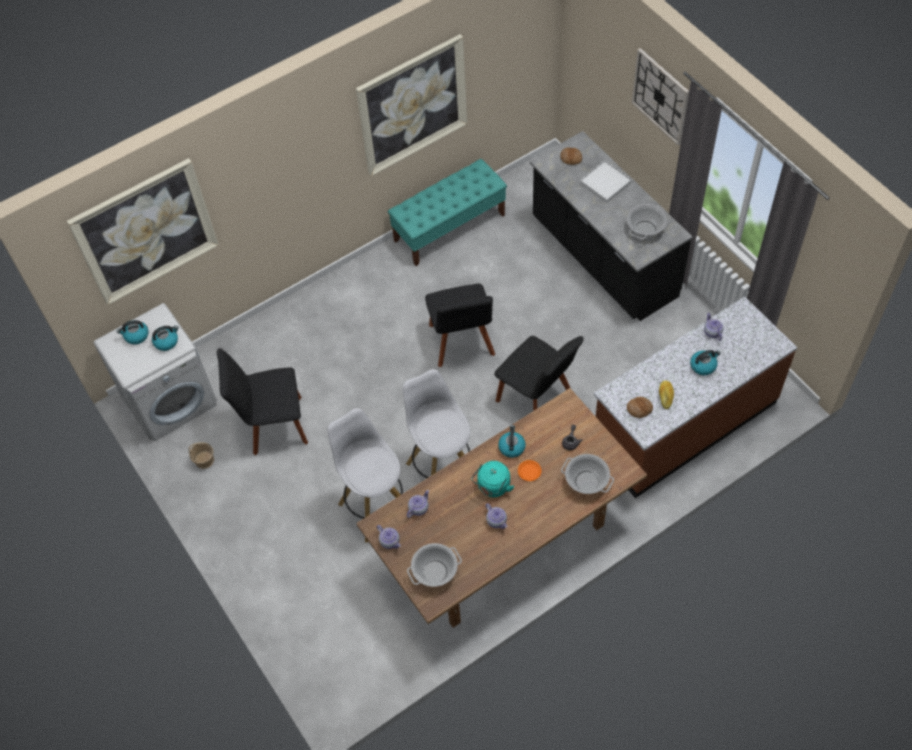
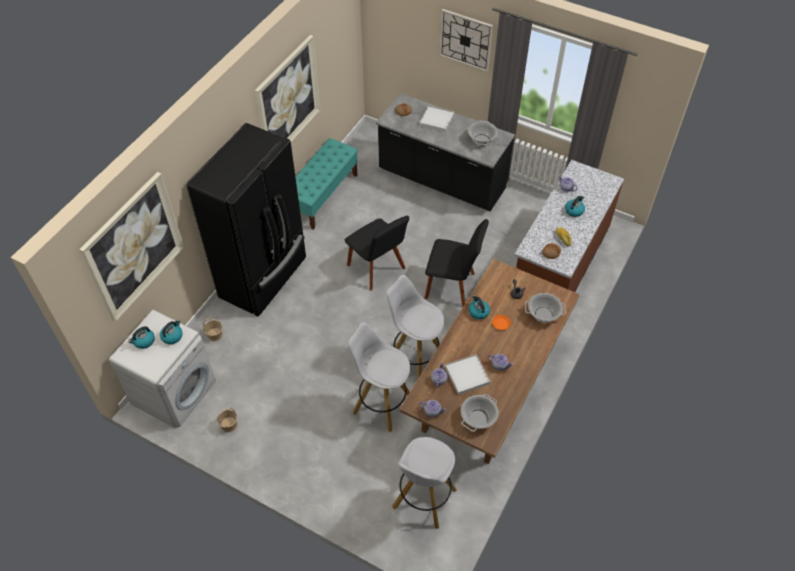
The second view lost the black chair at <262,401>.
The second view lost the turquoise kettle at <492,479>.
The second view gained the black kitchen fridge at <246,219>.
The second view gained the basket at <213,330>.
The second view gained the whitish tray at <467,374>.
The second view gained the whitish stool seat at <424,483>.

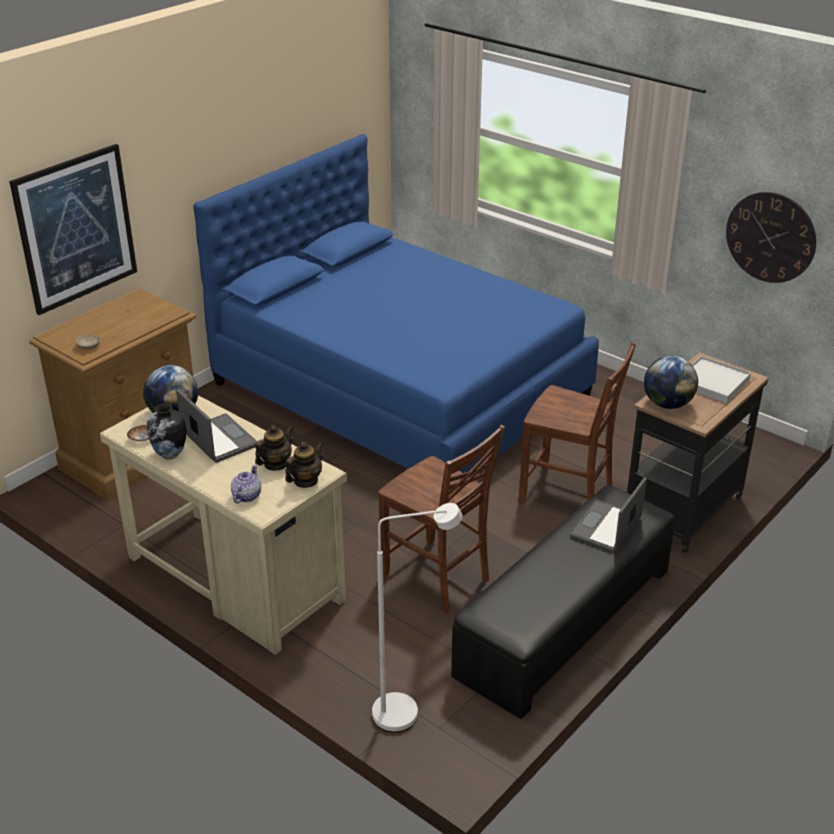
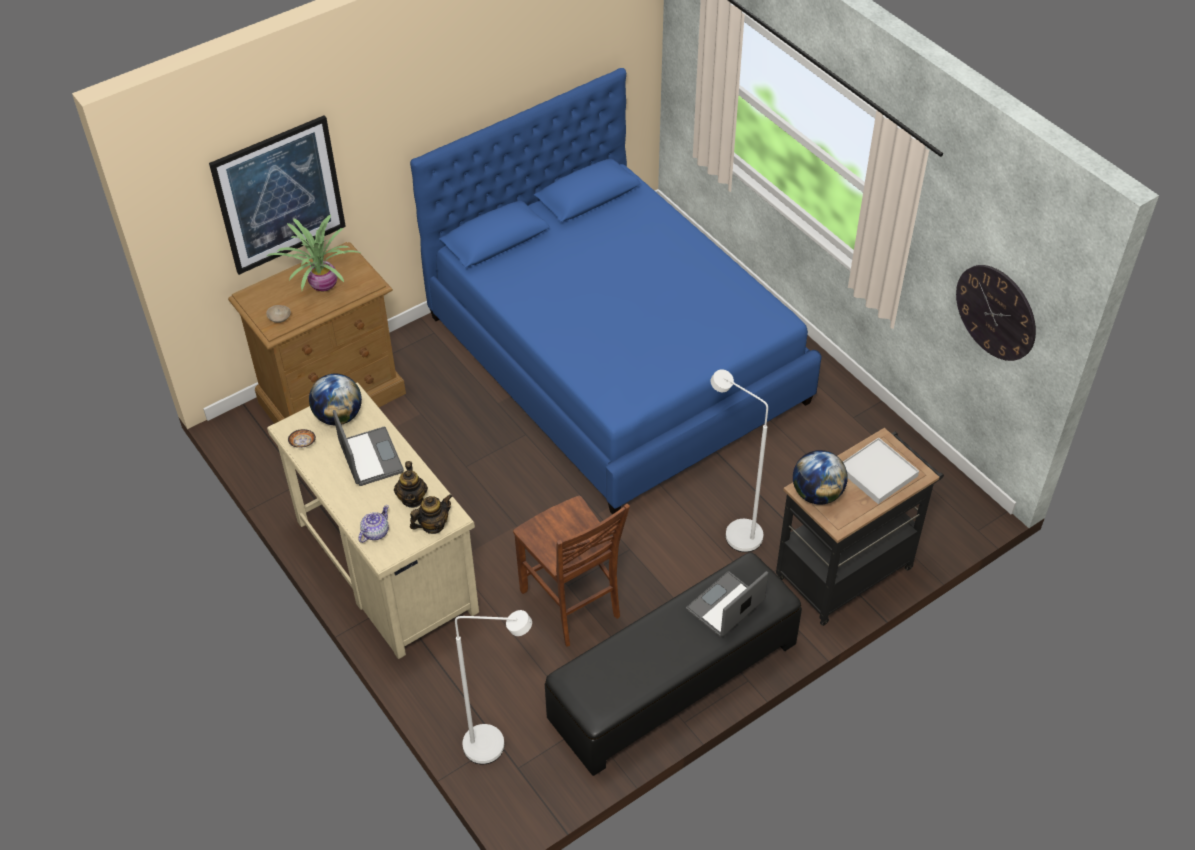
Where the brown chair stood at <577,423>, the whitish standing lamp came to stand at <739,460>.
The second view lost the flower vase at <166,432>.
The pot for tea at <274,448> ended up facing another way, 120 degrees clockwise from before.
The second view gained the houseplant at <313,253>.

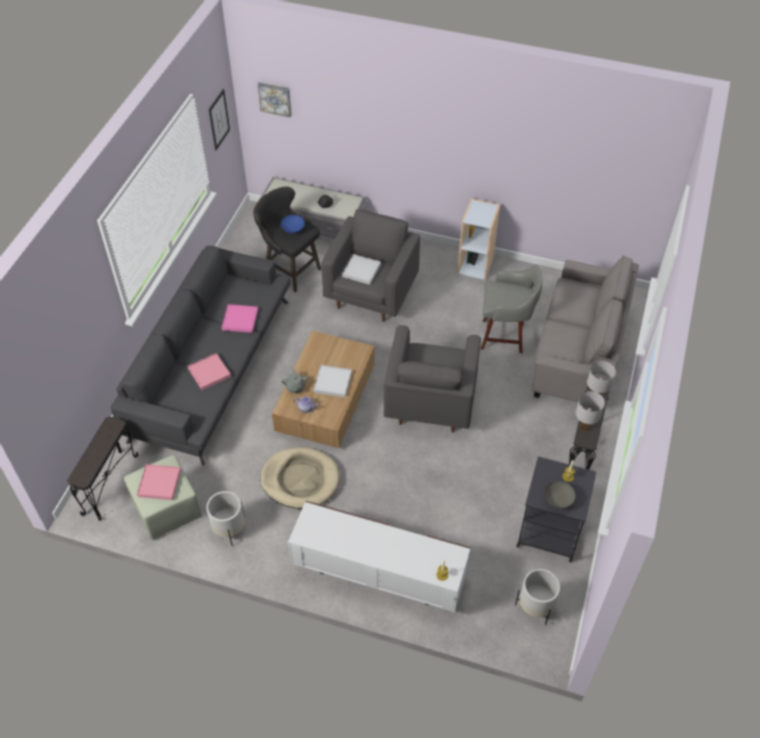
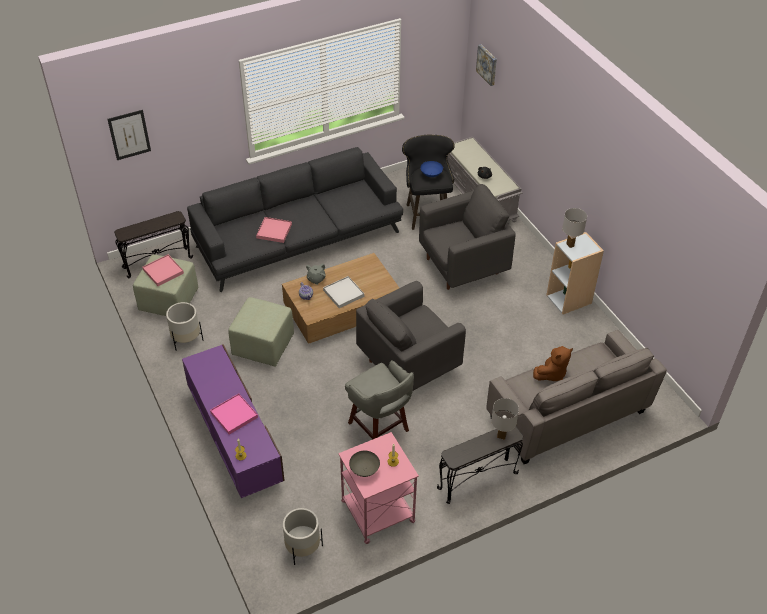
The picture ended up elsewhere, having gone from <219,119> to <129,135>.
The second view lost the whitish tray at <361,269>.
The gray stool seat ended up elsewhere, having gone from <512,308> to <379,399>.
The pinkish tray ended up elsewhere, having gone from <240,318> to <234,414>.
The whitish table lamp ended up elsewhere, having gone from <590,411> to <574,228>.
Where the beige dog cushion stood at <299,478>, the green-coloured ottoman came to stand at <261,332>.
What was the black cart at <556,509> turned into the pinkish cart at <378,488>.
What was the whitish tv unit at <379,556> turned into the purple tv unit at <233,421>.
The second view gained the brown plush toy at <553,363>.

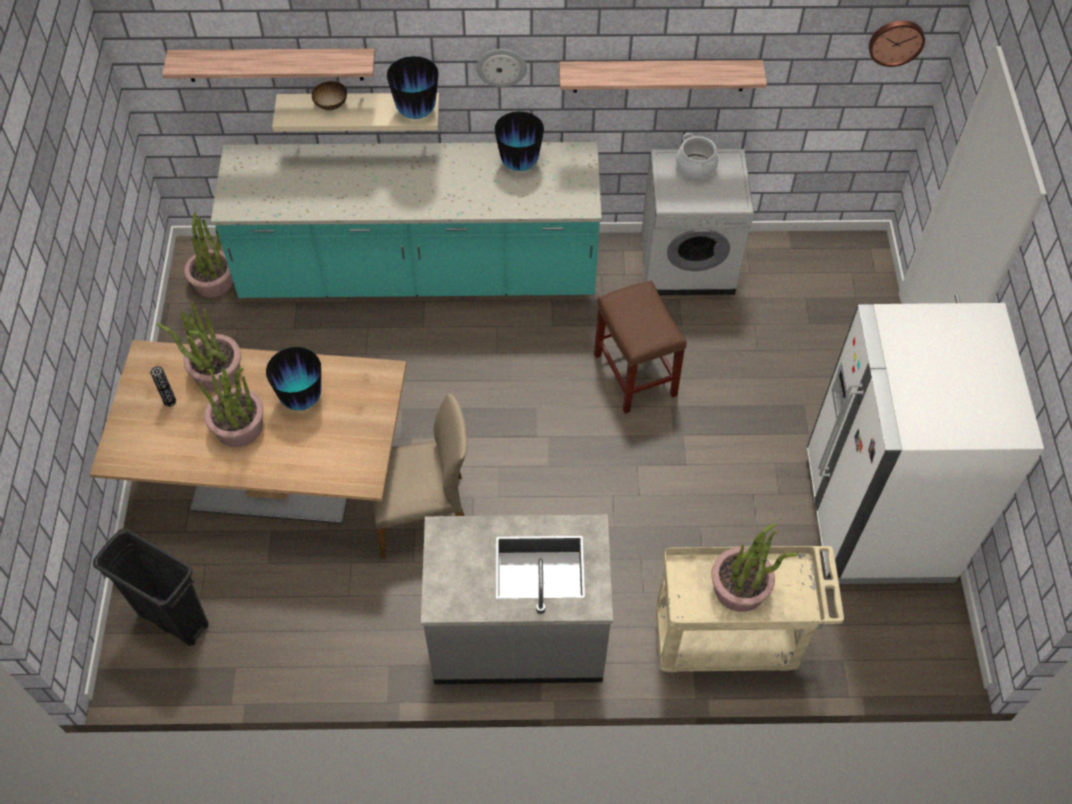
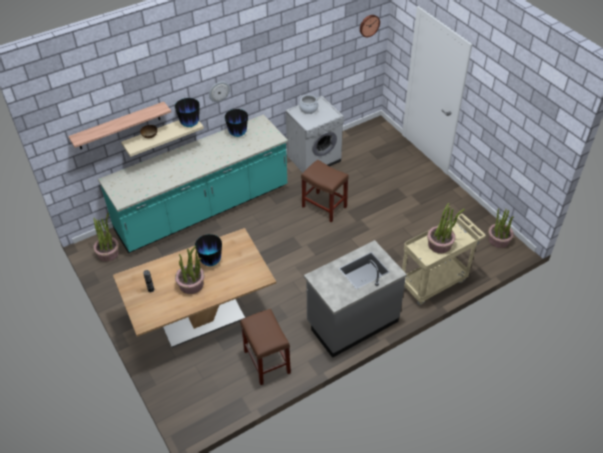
The second view lost the bracket shelf at <663,76>.
The houseplant ended up elsewhere, having gone from <199,347> to <501,228>.
The second view lost the whitish kitchen fridge at <925,443>.
The second view lost the beige chair at <419,476>.
The second view lost the black rubbish bin at <151,587>.
The second view gained the brown stool seat at <265,347>.

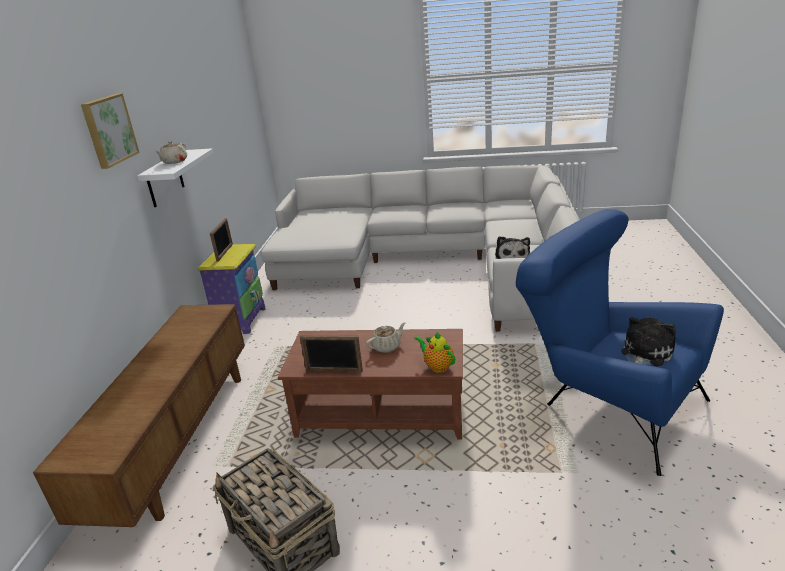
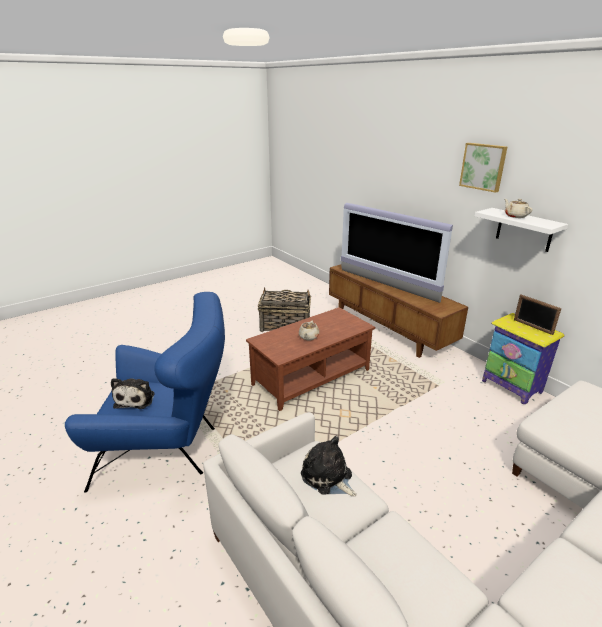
The second view lost the pot for tea at <434,352>.
The second view lost the picture frame at <331,353>.
The second view gained the TV at <397,253>.

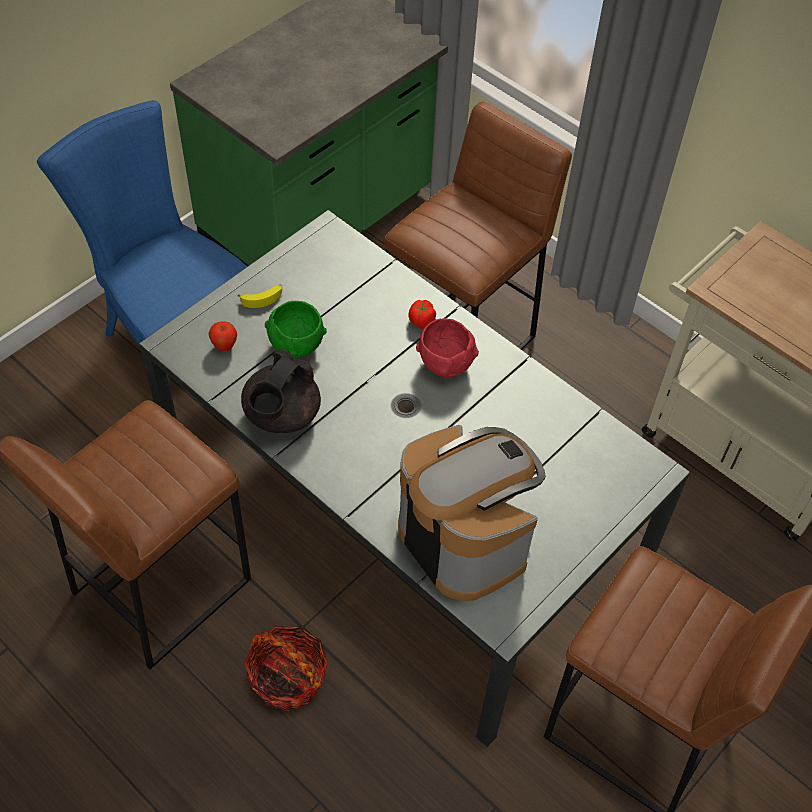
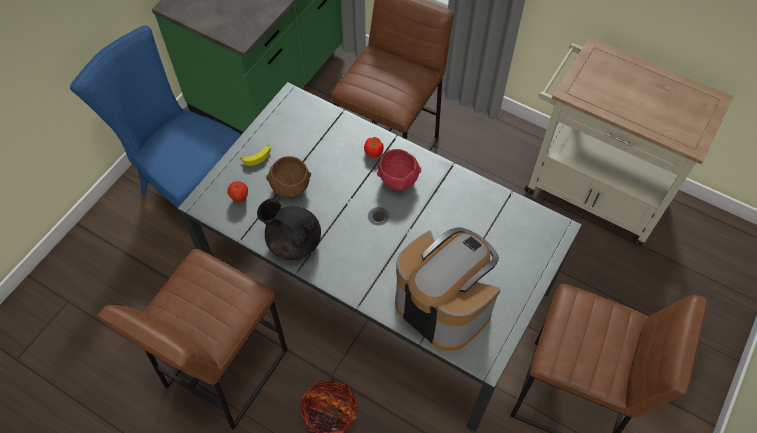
What was the green-coloured serving bowl at <296,329> turned into the brown serving bowl at <288,176>.
The black pot for tea at <281,391> ended up facing another way, 105 degrees clockwise from before.

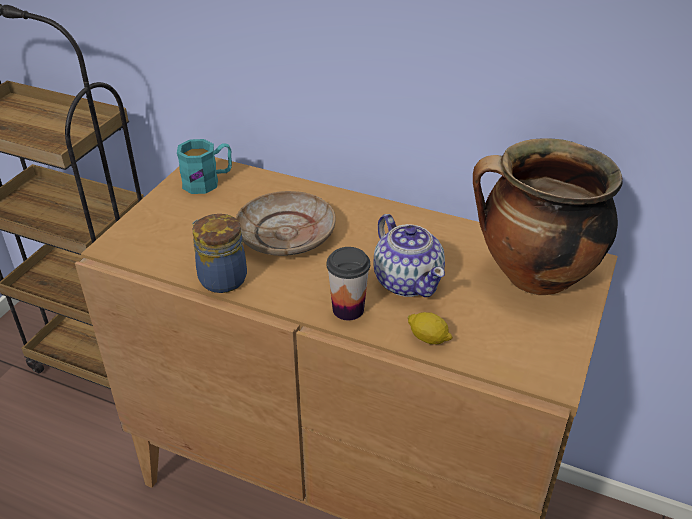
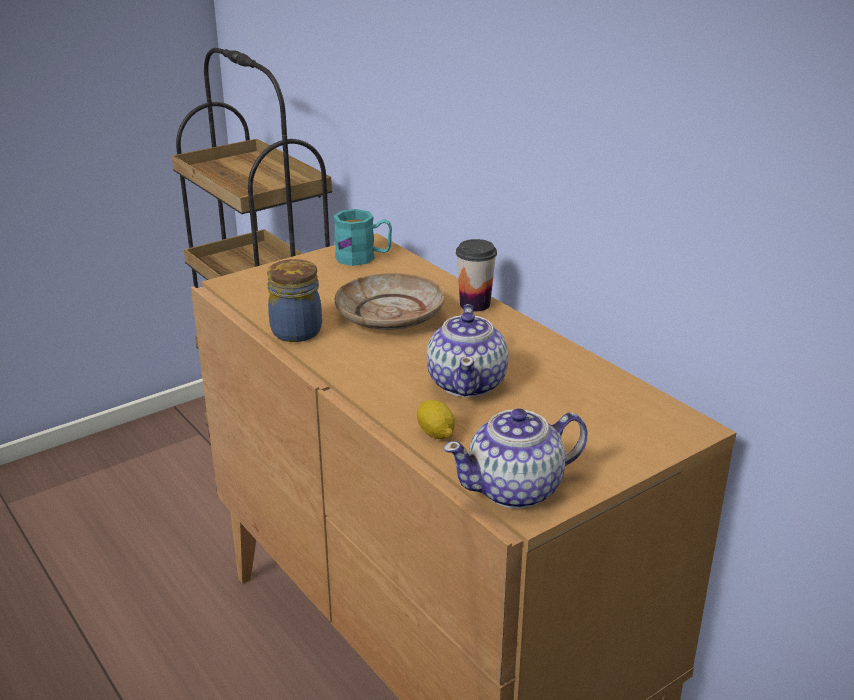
The second view lost the stockpot at <547,216>.
The cup ended up elsewhere, having gone from <348,283> to <476,275>.
The second view gained the pot for tea at <515,458>.

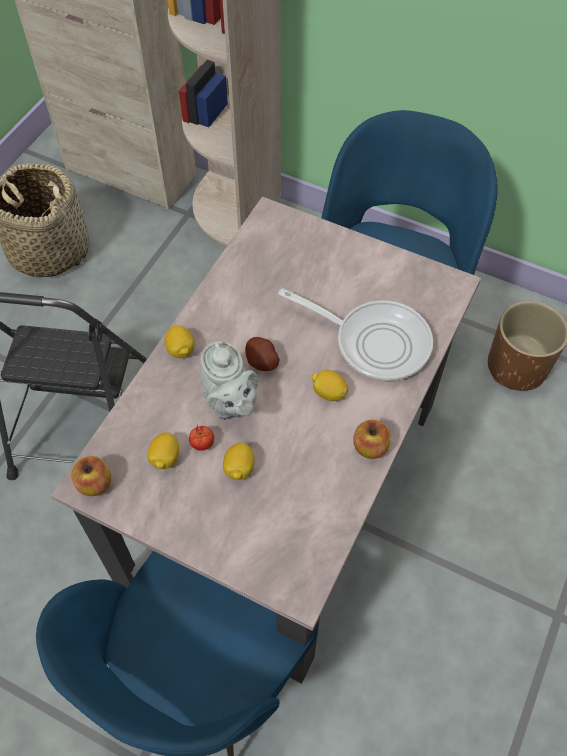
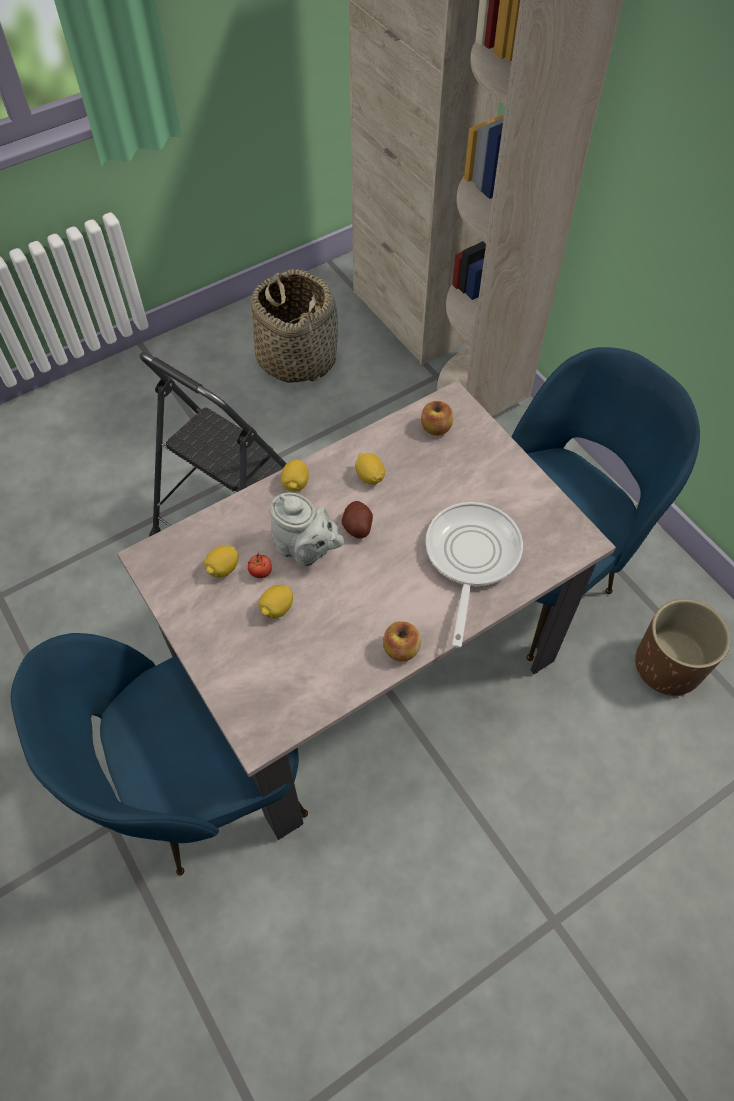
The frying pan at <355,334> ended up facing another way, 135 degrees counterclockwise from before.
The gray pot for tea at <229,380> ended up facing another way, 60 degrees counterclockwise from before.
The lemon ended up elsewhere, having gone from <330,385> to <370,469>.
The whole apple ended up elsewhere, having gone from <91,476> to <437,418>.

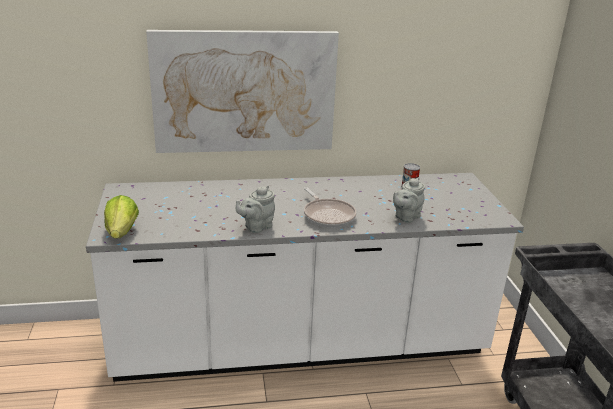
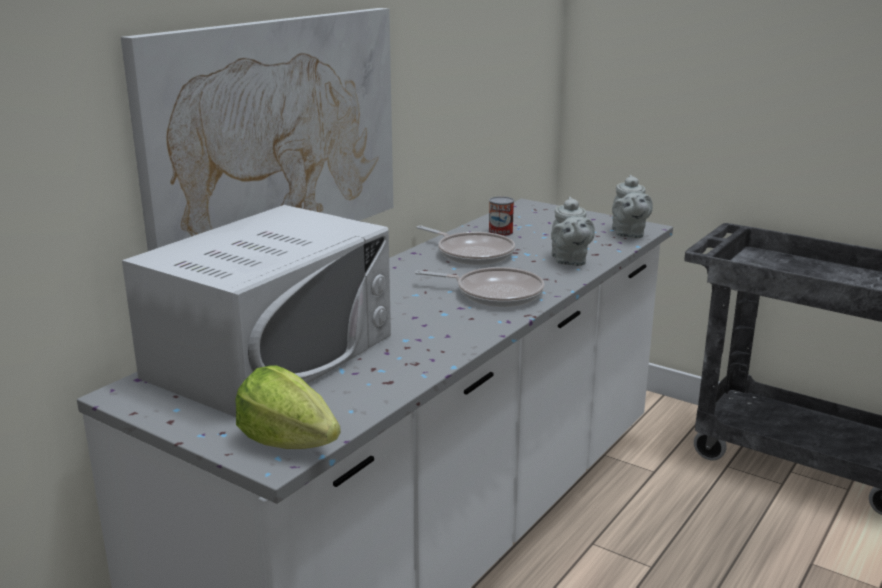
The gray pot for tea ended up elsewhere, having gone from <255,209> to <632,206>.
The second view gained the whitish kitchen microwave at <256,311>.
The second view gained the frying pan at <466,245>.

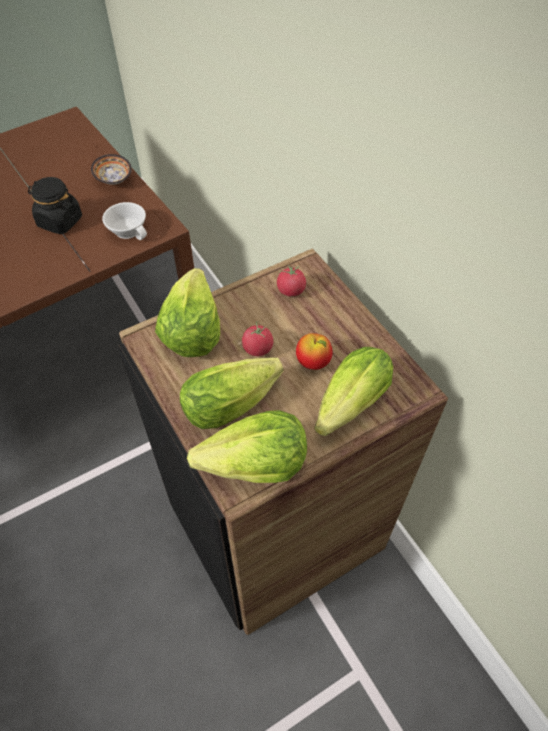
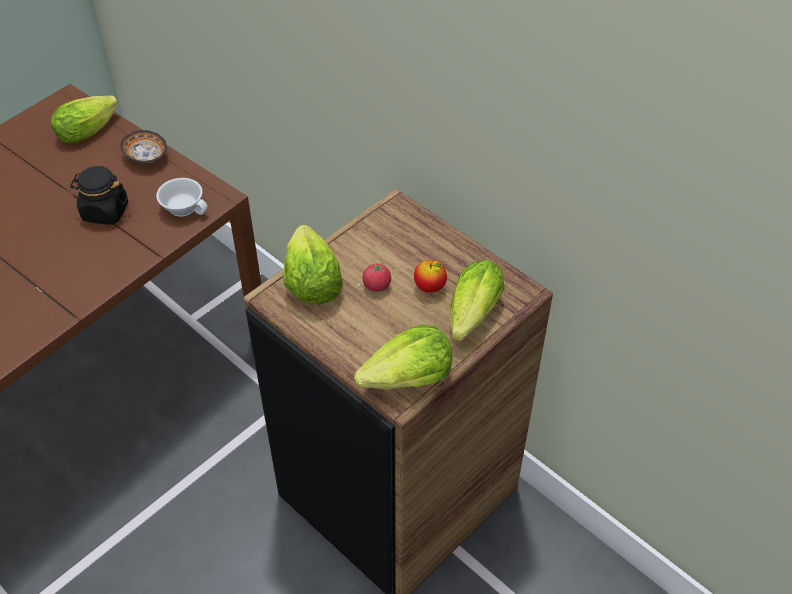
The second view lost the whole tomato at <291,280>.
The lettuce ended up elsewhere, having gone from <231,393> to <84,119>.

